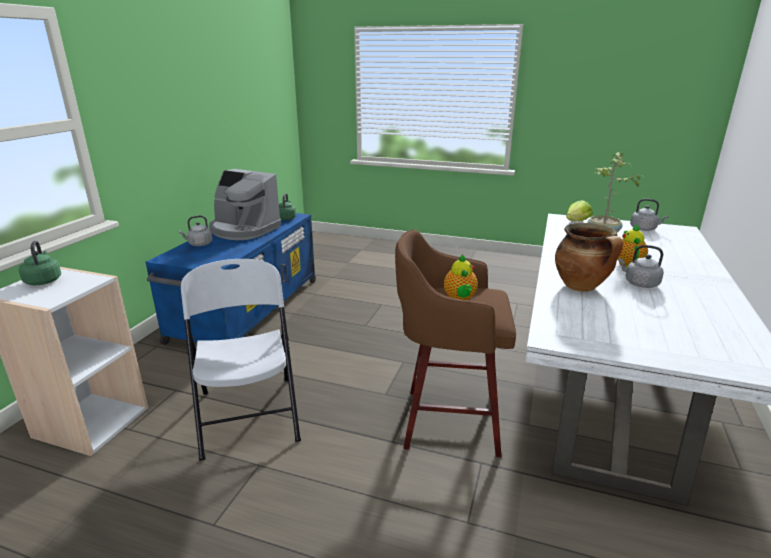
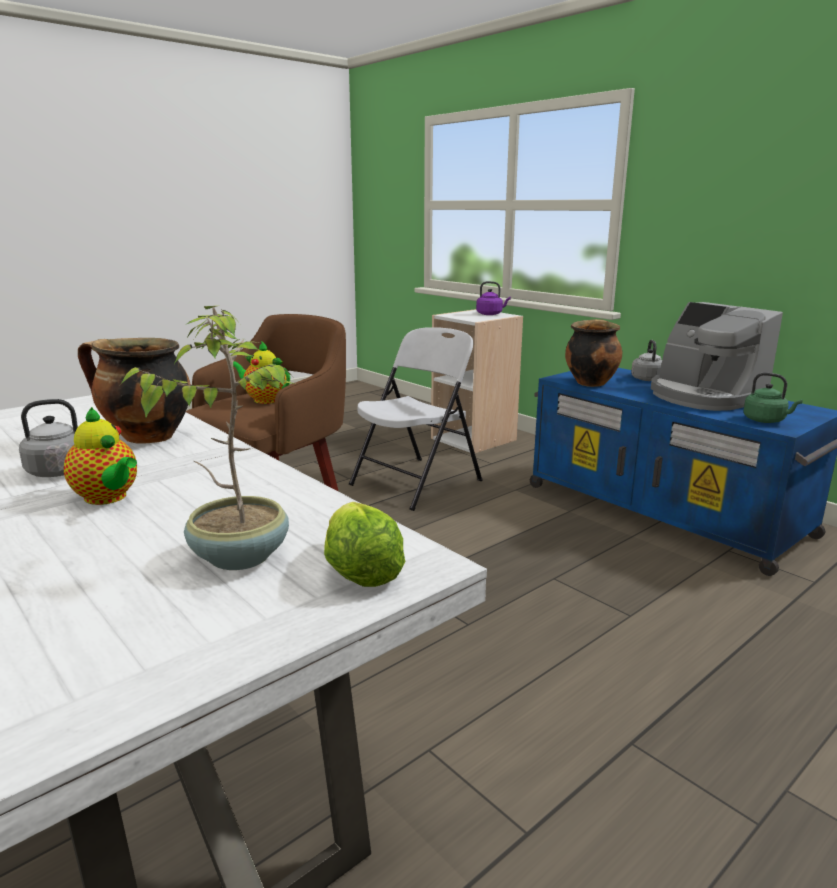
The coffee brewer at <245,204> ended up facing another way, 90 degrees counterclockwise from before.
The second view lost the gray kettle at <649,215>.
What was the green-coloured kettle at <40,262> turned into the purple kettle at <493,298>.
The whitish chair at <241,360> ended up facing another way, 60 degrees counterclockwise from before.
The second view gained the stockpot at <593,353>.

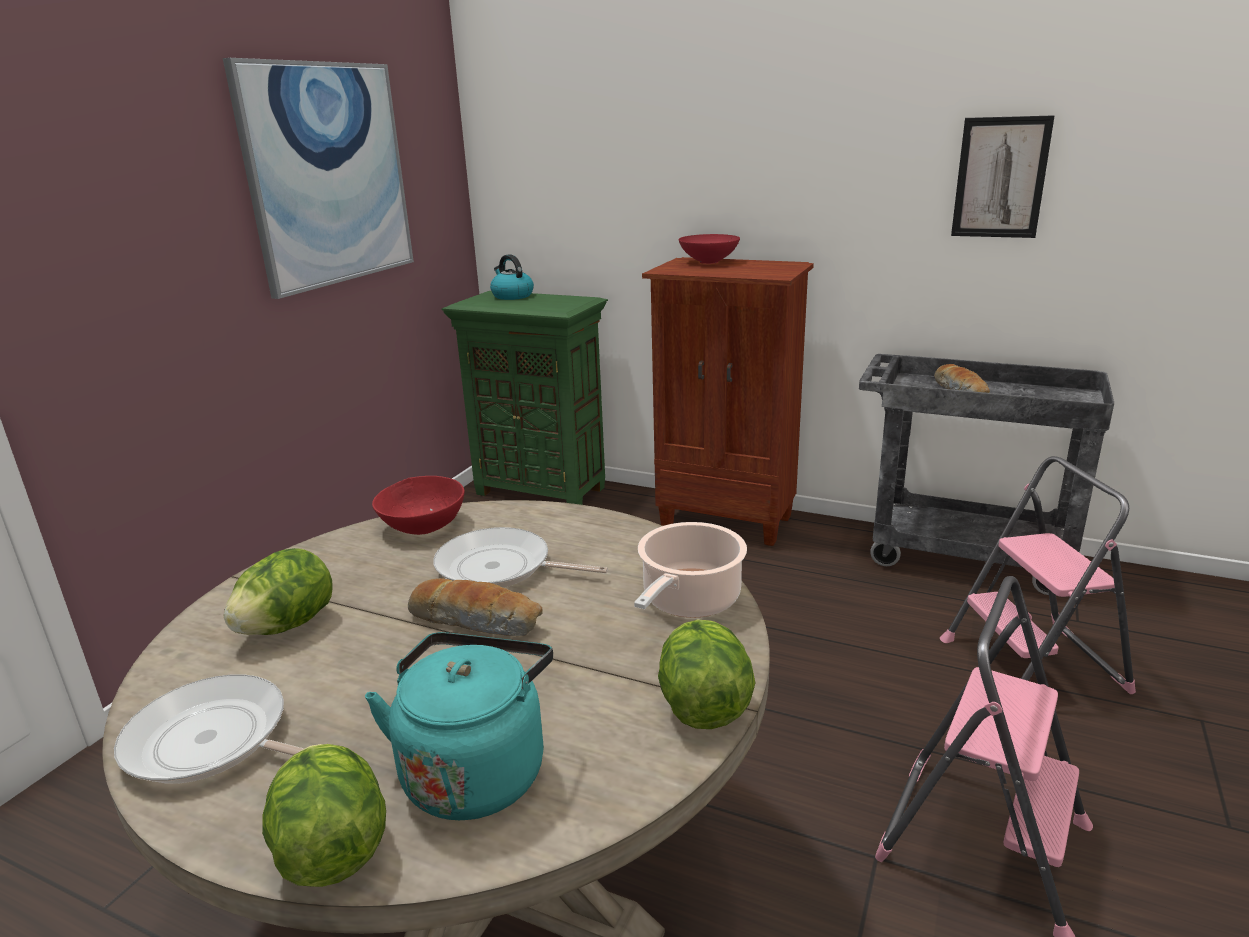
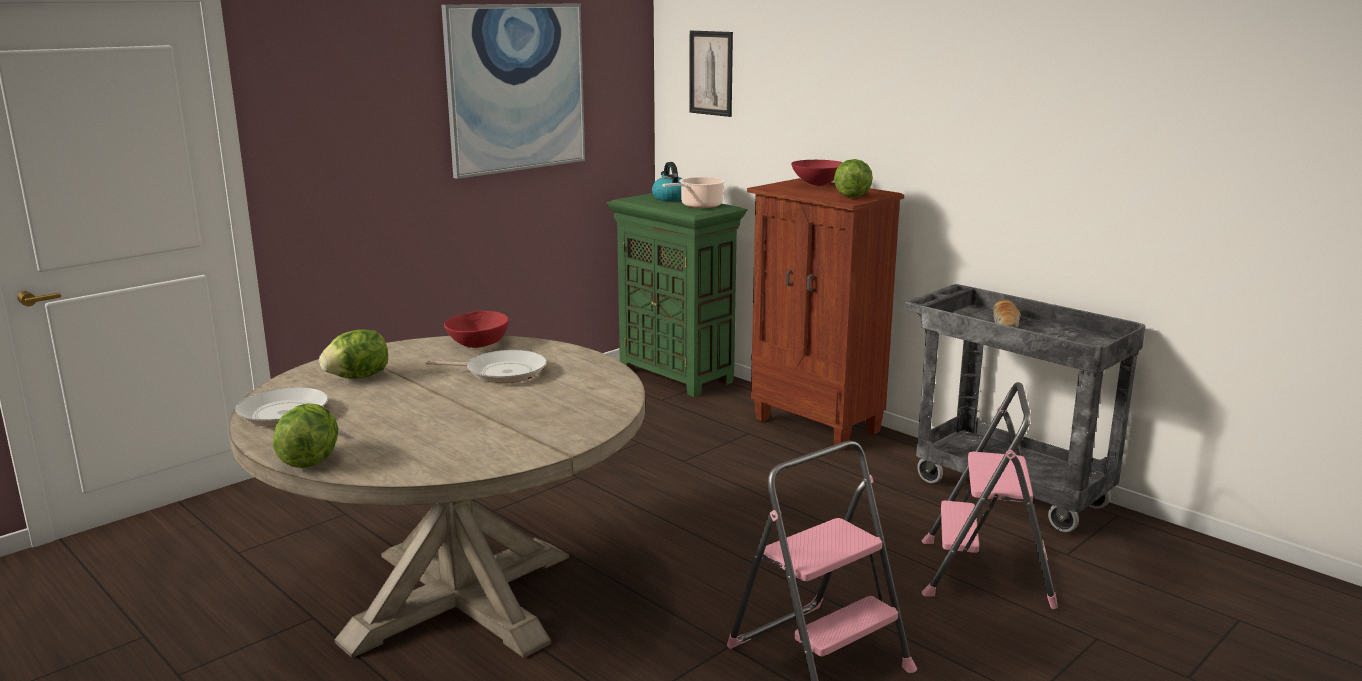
The picture ended up elsewhere, having gone from <1003,176> to <711,74>.
The stockpot ended up elsewhere, having gone from <690,570> to <694,192>.
The frying pan at <520,557> ended up facing another way, 150 degrees clockwise from before.
The second view lost the bakery bread at <475,607>.
The lettuce ended up elsewhere, having gone from <706,674> to <853,178>.
The second view lost the turquoise kettle at <459,726>.

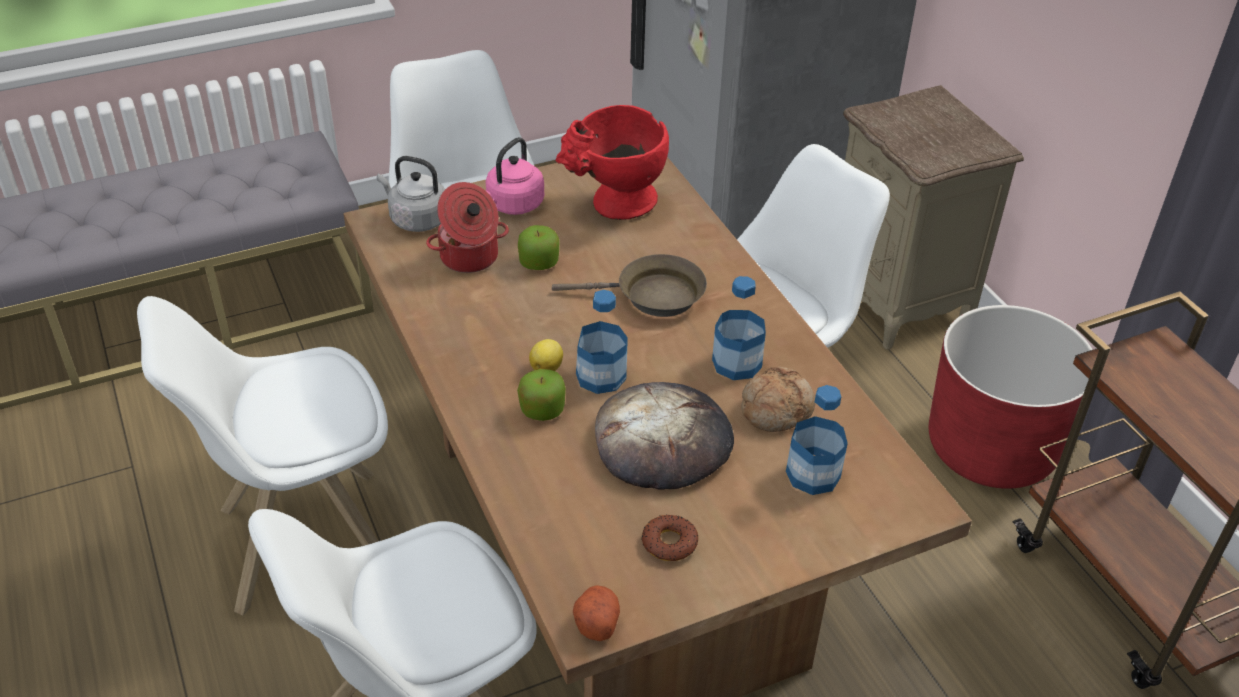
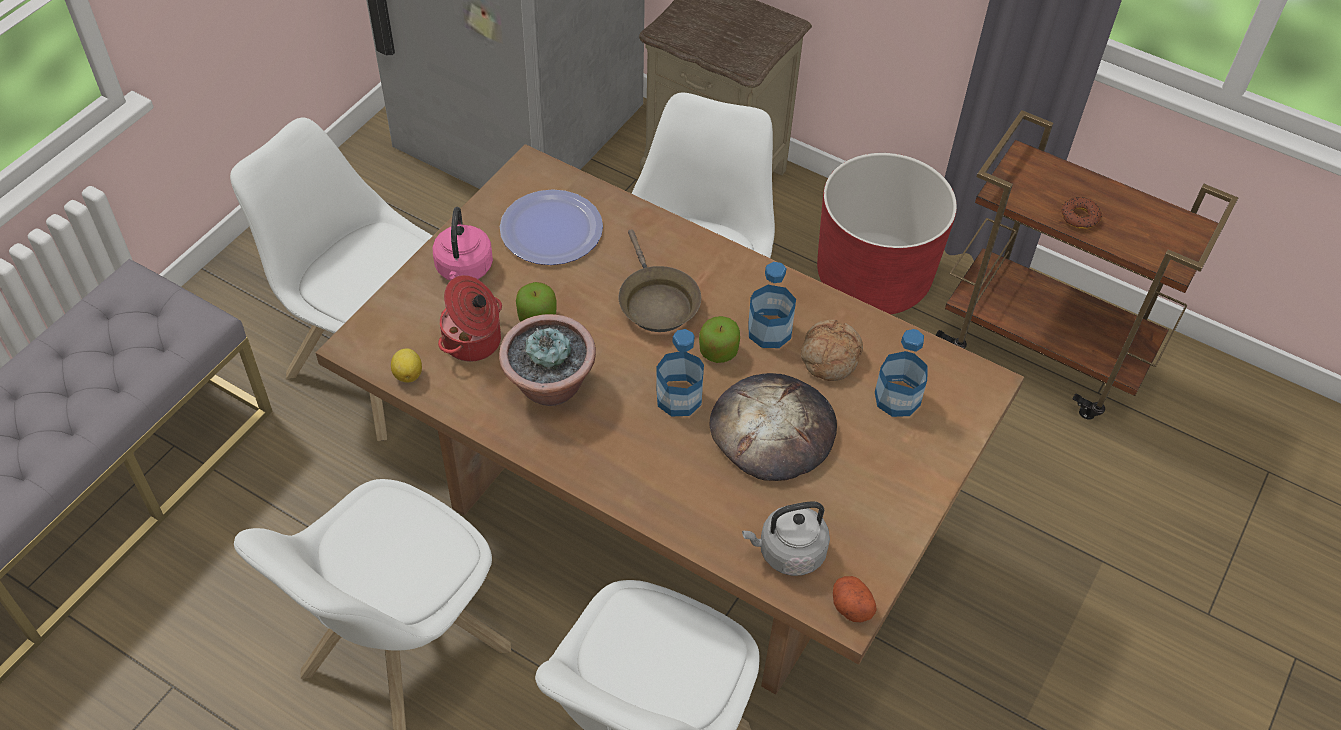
Where the red flower vase stood at <612,162>, the flat dish came to stand at <551,227>.
The gray kettle ended up elsewhere, having gone from <411,194> to <786,538>.
The brown frying pan at <629,285> ended up facing another way, 105 degrees clockwise from before.
The lemon ended up elsewhere, having gone from <546,355> to <406,365>.
The whole apple ended up elsewhere, having gone from <541,395> to <719,339>.
The doughnut ended up elsewhere, having gone from <669,538> to <1081,213>.
The second view gained the houseplant at <547,360>.

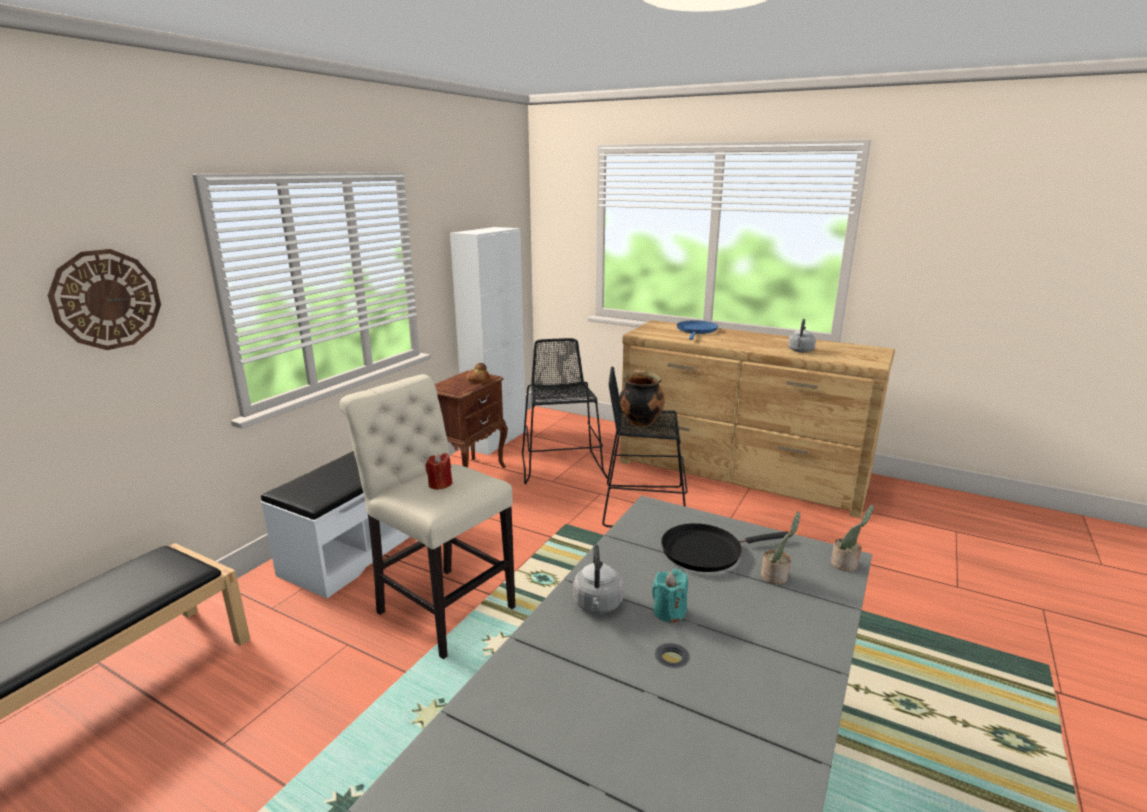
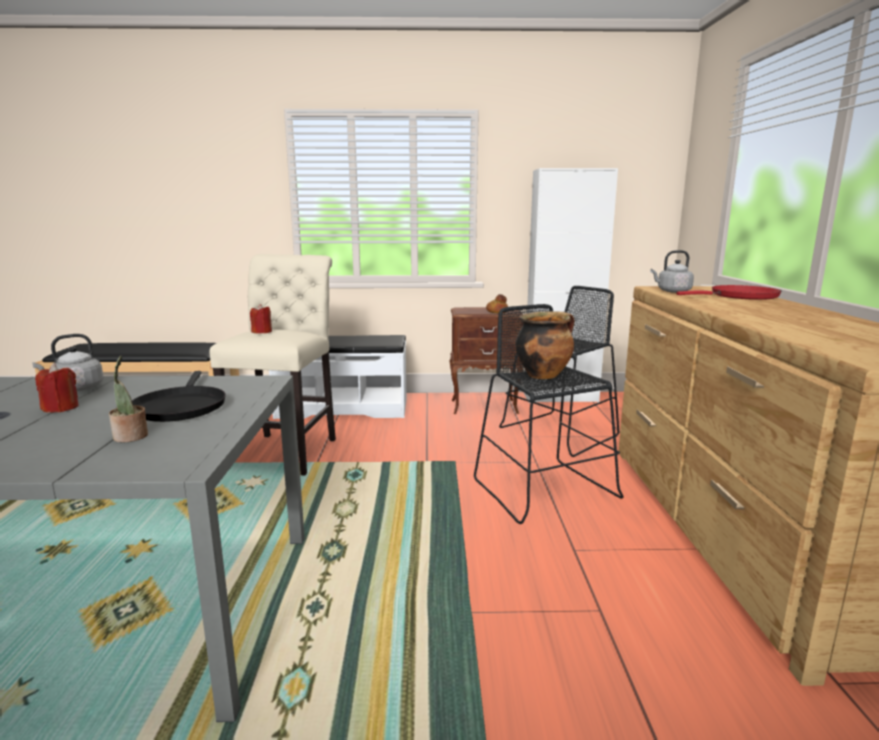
The second view lost the wall clock at <104,299>.
The gray kettle ended up elsewhere, having gone from <802,335> to <672,271>.
What was the blue-coloured frying pan at <697,330> turned into the red frying pan at <729,292>.
The second view lost the houseplant at <852,537>.
The black frying pan at <726,547> ended up facing another way, 150 degrees counterclockwise from before.
What was the turquoise candle at <670,596> turned into the red candle at <57,388>.

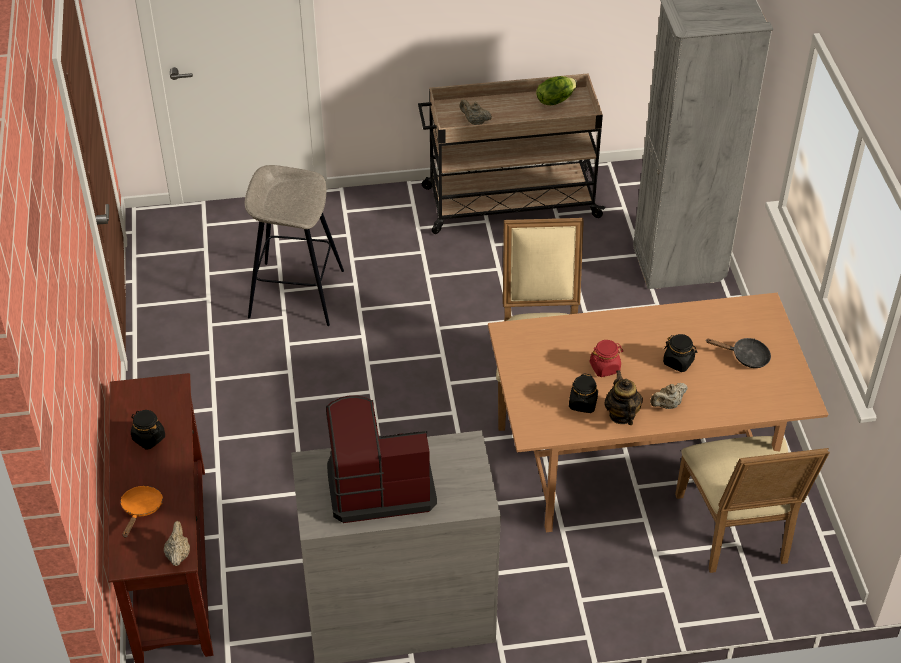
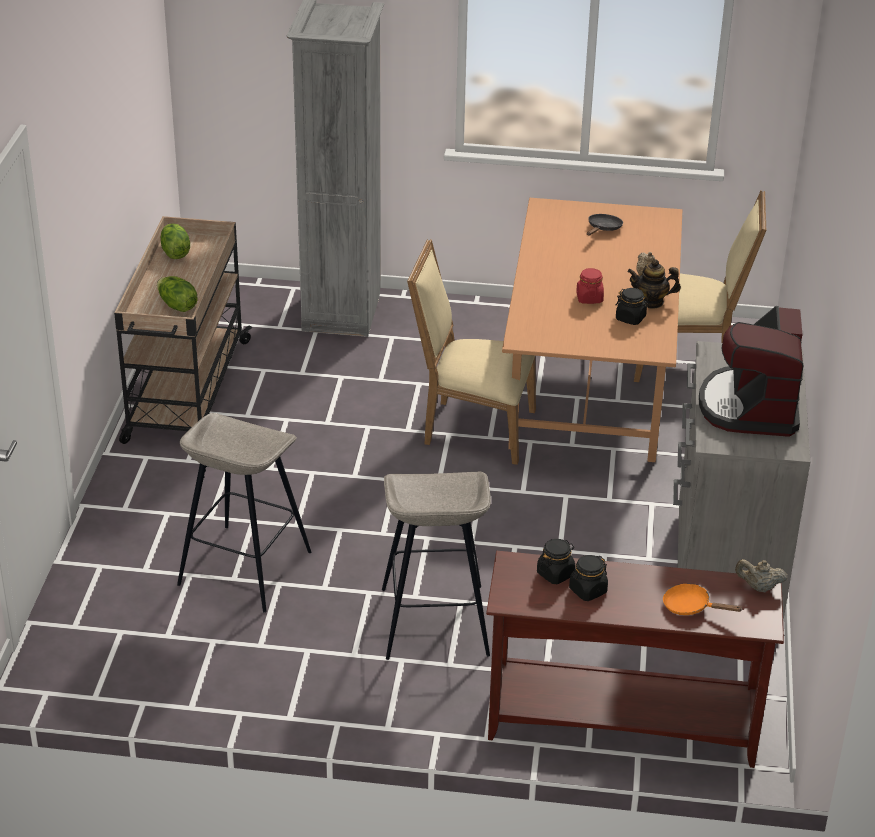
Where the beige pot for tea stood at <475,112>, the lettuce came to stand at <177,294>.
The black storage jar ended up elsewhere, having gone from <680,353> to <556,561>.
The second view gained the gray stool seat at <436,565>.

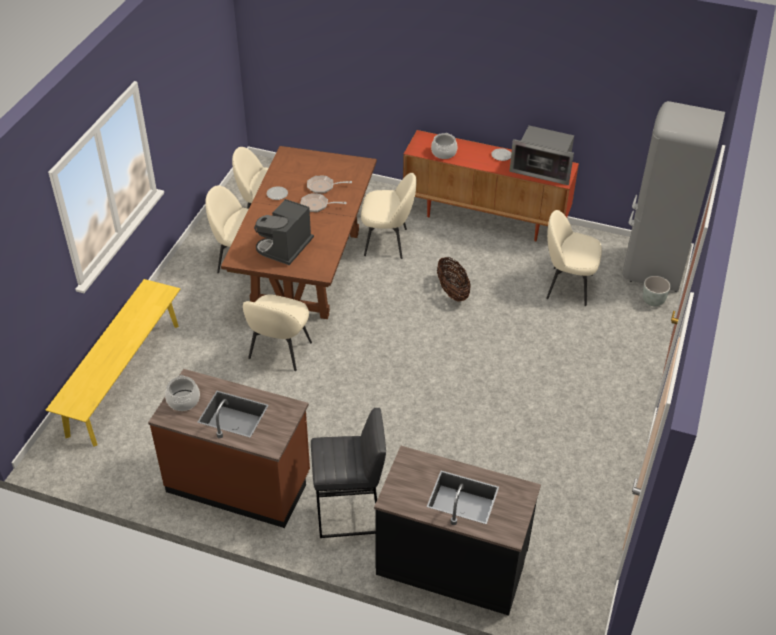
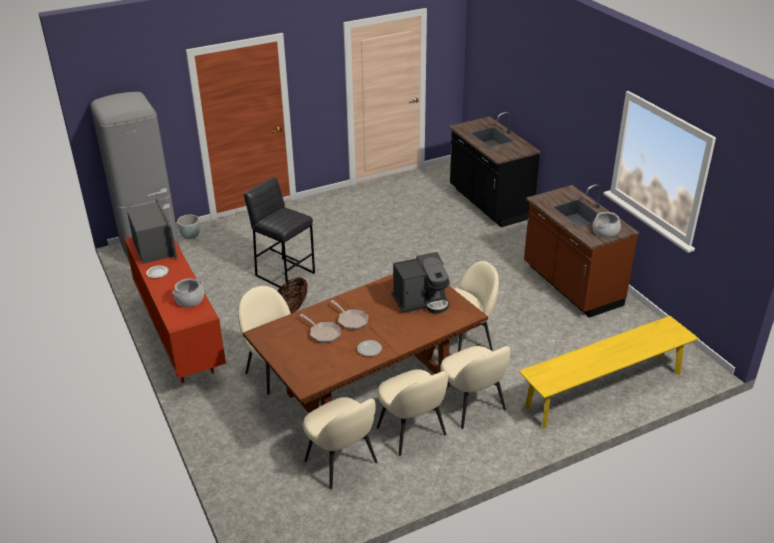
The beige chair ended up elsewhere, having gone from <574,258> to <475,387>.
The gray stool seat ended up elsewhere, having gone from <348,473> to <279,233>.

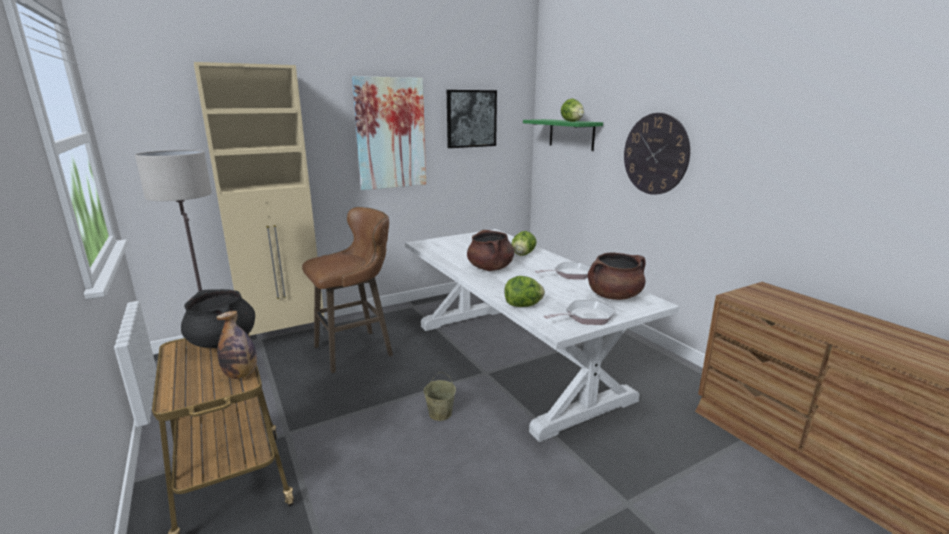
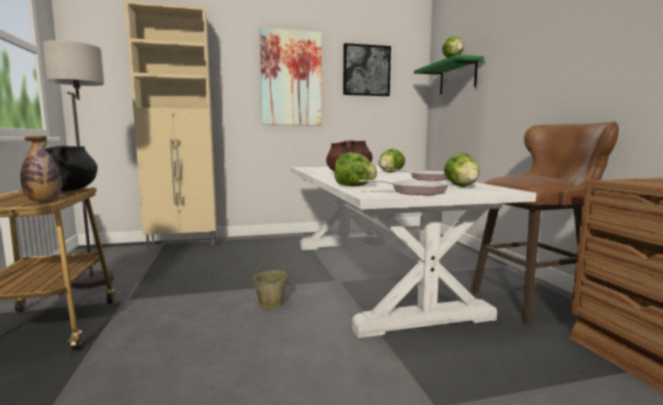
The second view lost the wall clock at <657,154>.
The brown stool seat ended up elsewhere, having gone from <347,290> to <545,223>.
Where the brown stockpot stood at <617,276>, the lettuce came to stand at <462,169>.

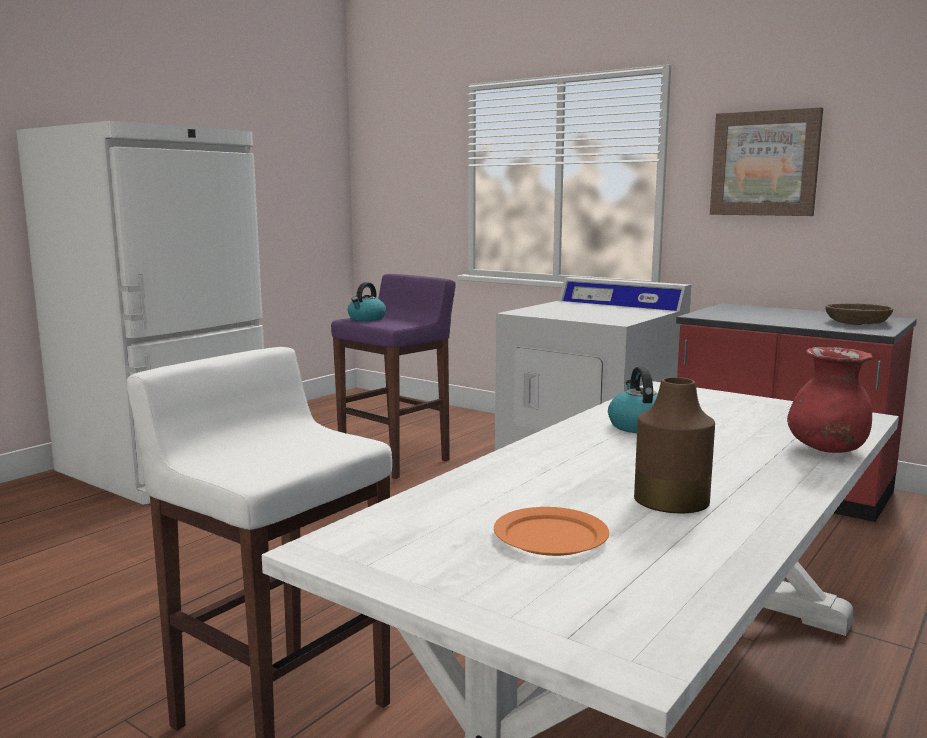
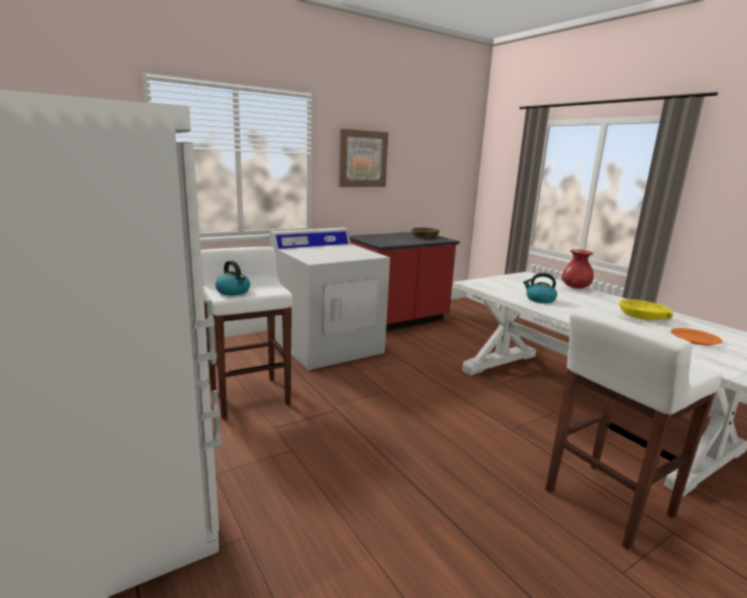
What was the purple stool seat at <393,376> turned into the whitish stool seat at <246,333>.
Where the brown flower vase stood at <674,445>, the yellow-coloured serving bowl came to stand at <646,309>.

